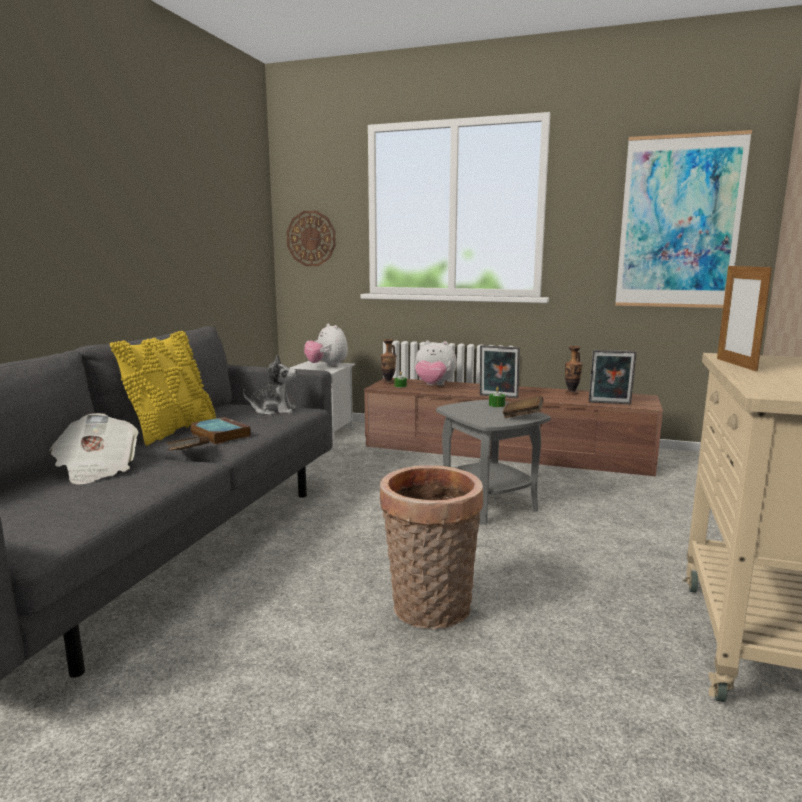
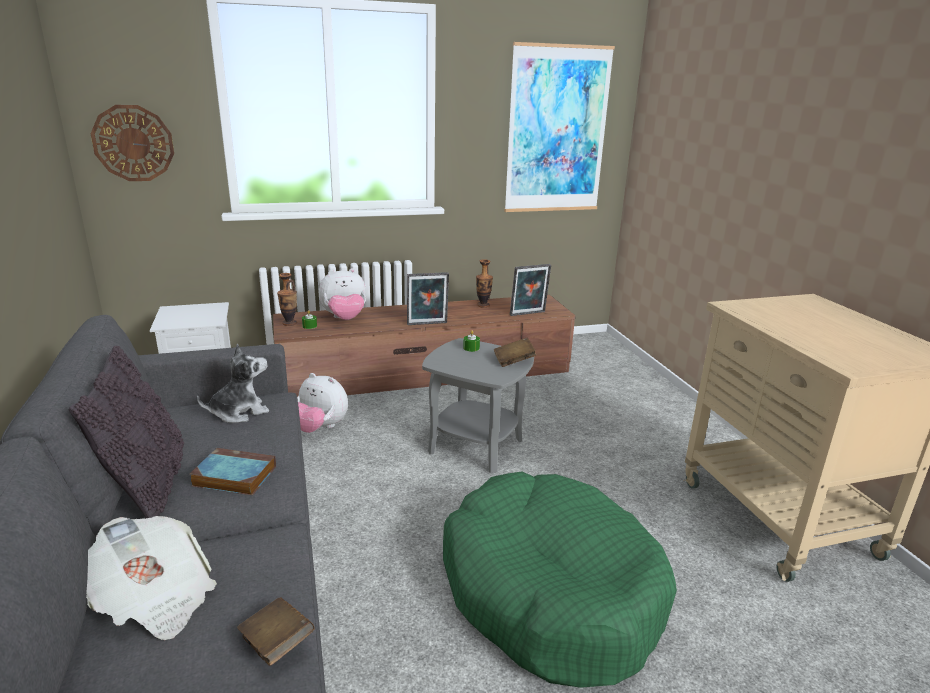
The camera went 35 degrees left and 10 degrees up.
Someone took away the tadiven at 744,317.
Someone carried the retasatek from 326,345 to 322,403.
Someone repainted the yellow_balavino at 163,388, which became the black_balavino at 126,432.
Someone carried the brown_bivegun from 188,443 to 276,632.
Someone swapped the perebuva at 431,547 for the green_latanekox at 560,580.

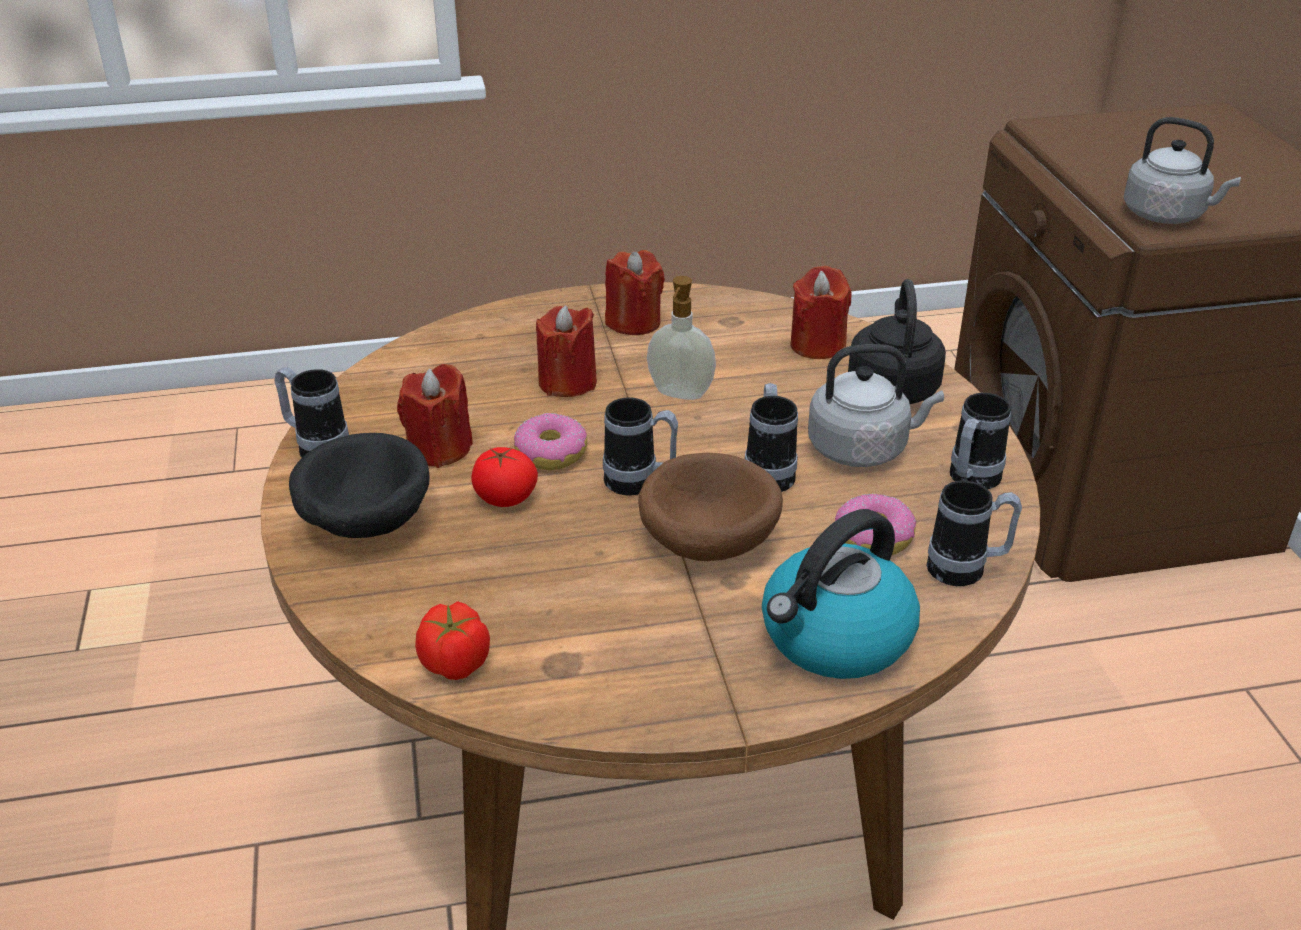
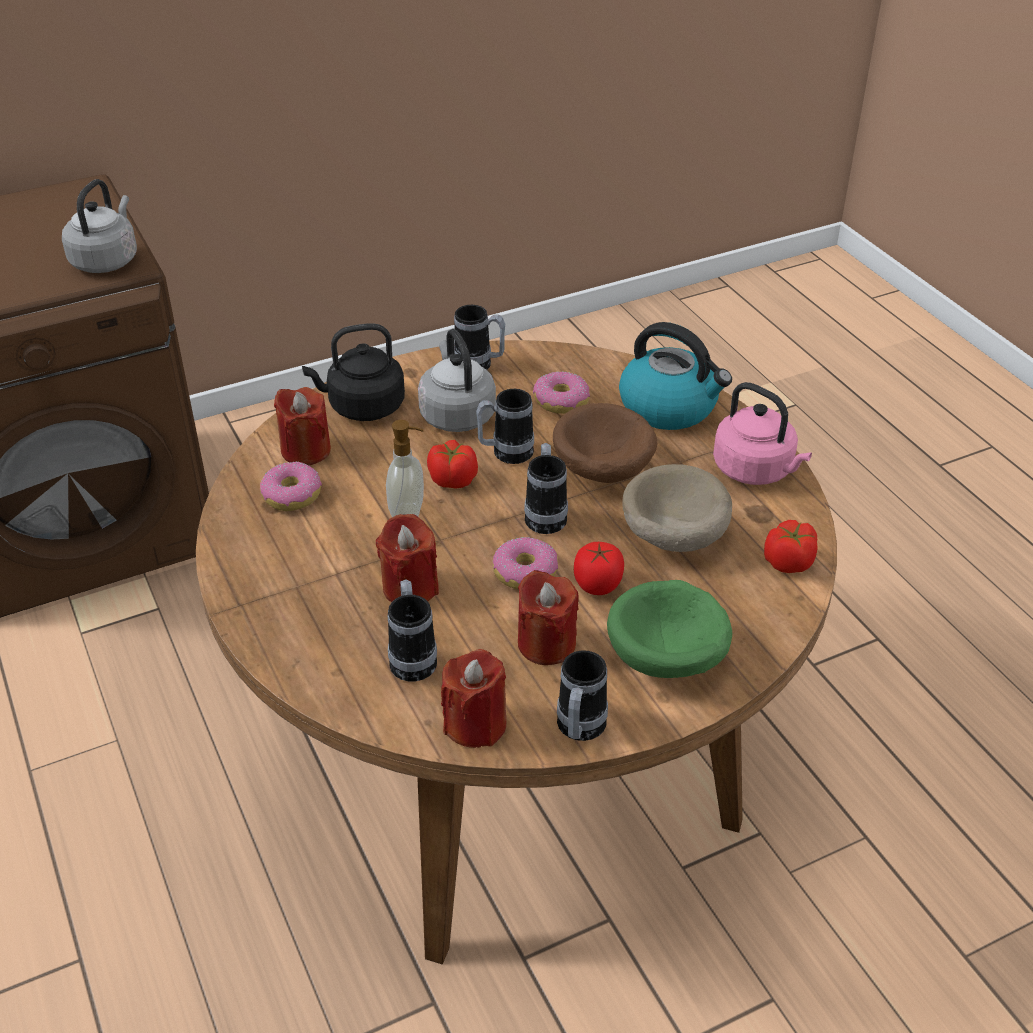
The camera went 105 degrees left and 5 degrees up.
Someone carried the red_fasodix from 635,292 to 473,698.
Someone repainted the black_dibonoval at 359,485, which became the green_dibonoval at 669,629.
Someone carried the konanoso from 974,533 to 412,630.
Someone put down the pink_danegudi at 762,433.
Someone put down the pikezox at 452,464.
Someone put down the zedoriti at 291,486.
Someone put down the beige_dibonoval at 677,508.

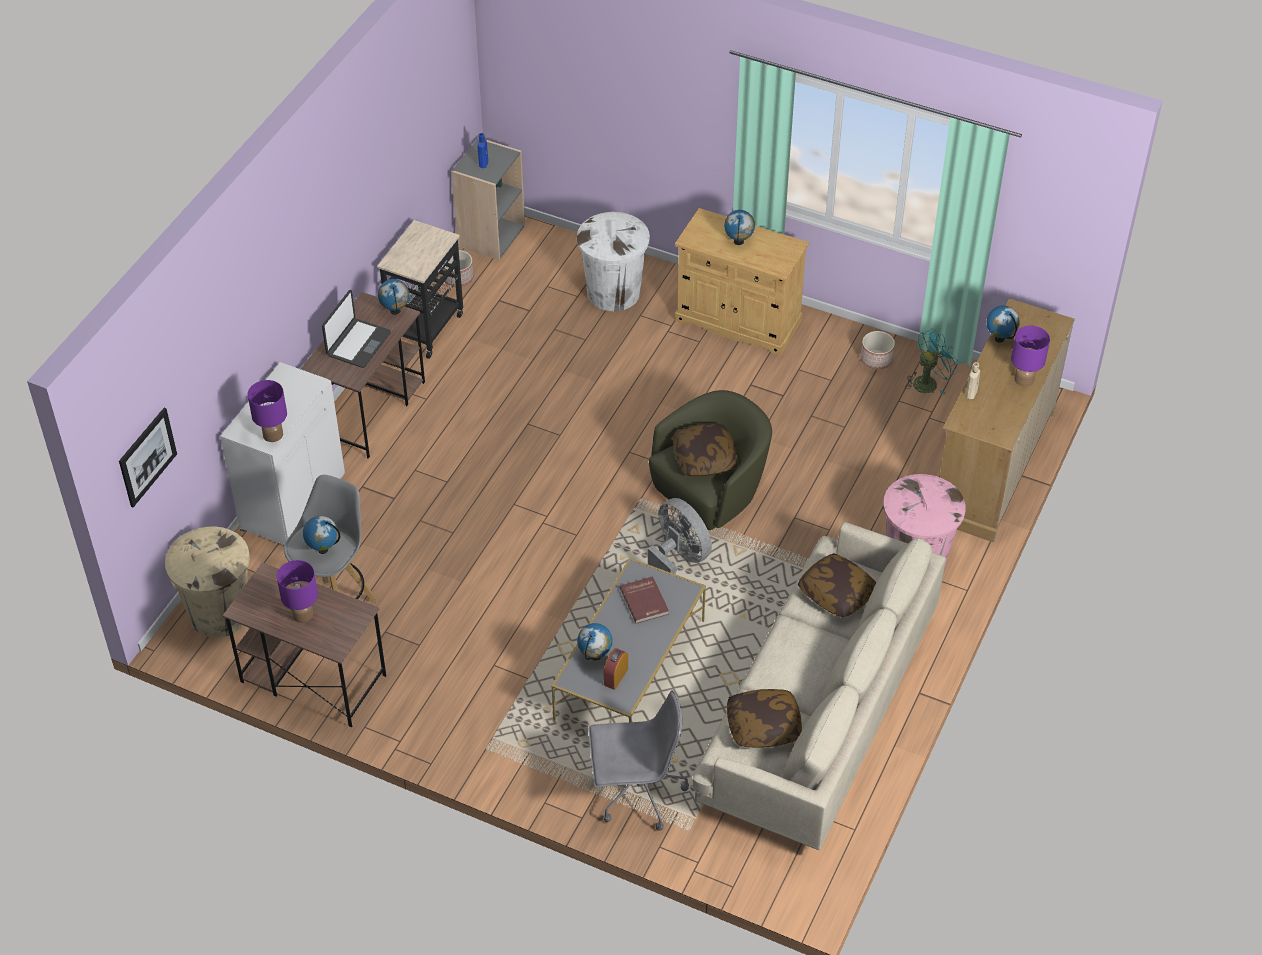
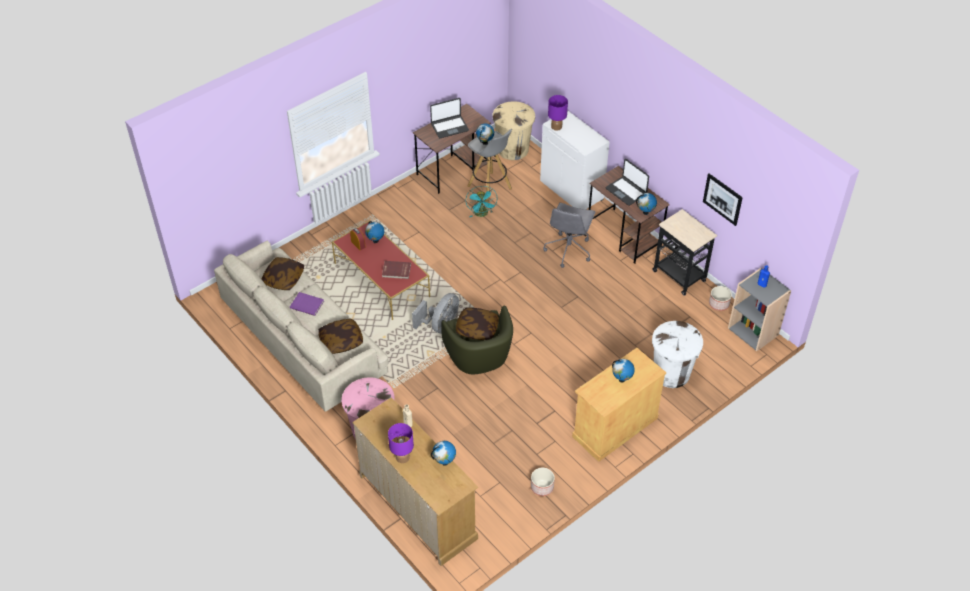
The camera went 115 degrees right and 0 degrees up.
Someone carried the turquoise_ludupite from 931,361 to 481,201.
Someone carried the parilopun from 148,457 to 723,199.
Someone rotated the grey_ludupite at 680,536 by 45 degrees counterclockwise.
Someone repainted the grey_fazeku at 628,640, which became the red_fazeku at 381,270.
Someone swapped the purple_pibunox at 297,591 for the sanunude at 449,118.
Someone carried the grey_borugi from 638,760 to 569,235.
Someone put down the purple_bivegun at 307,304.

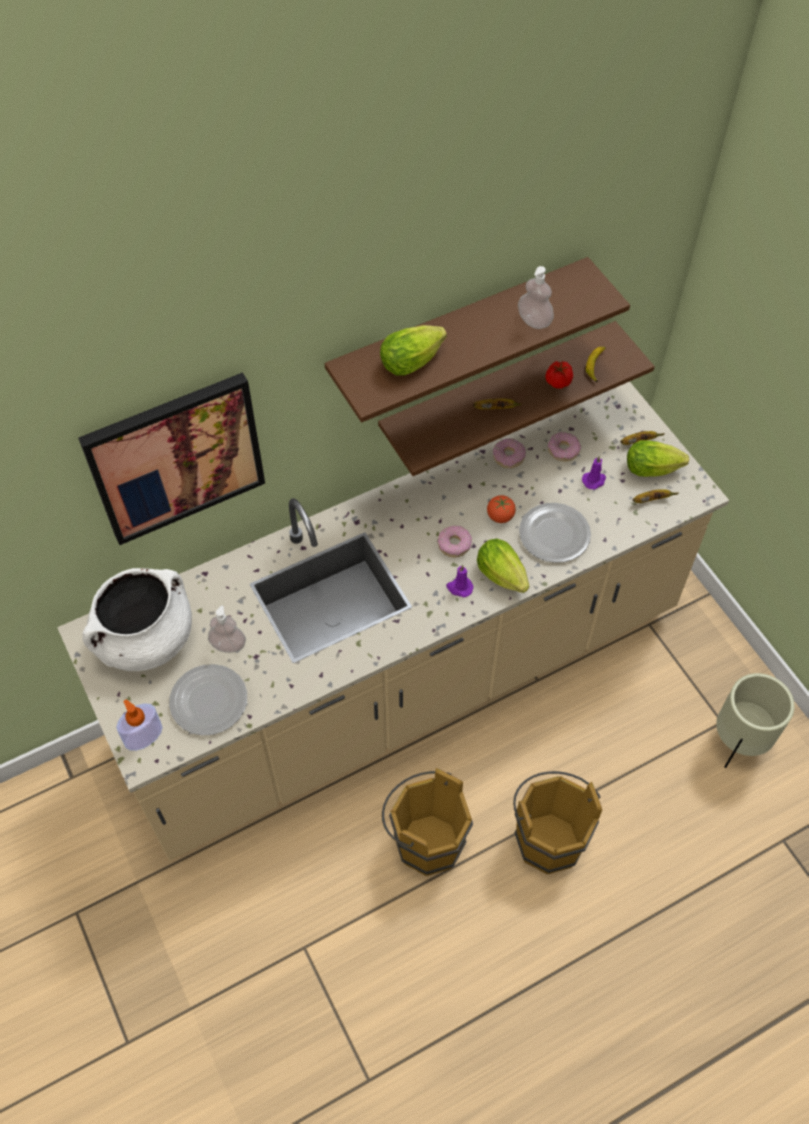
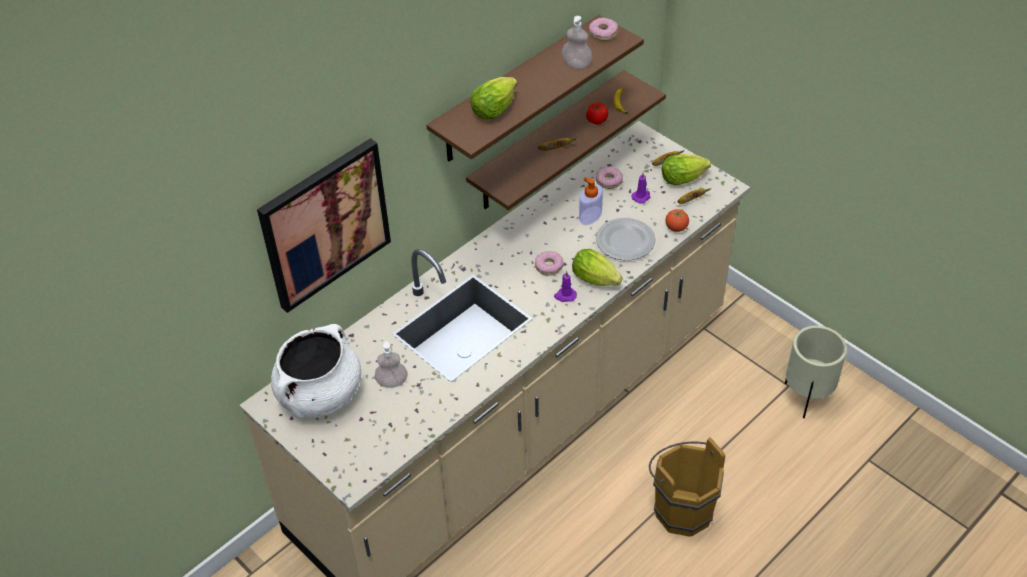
The camera went 15 degrees left and 10 degrees down.
Someone carried the zedoriti from 509,453 to 603,29.
Someone carried the pikezox from 501,509 to 677,220.
Someone took away the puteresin at 208,699.
Someone carried the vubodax from 139,725 to 591,201.
Someone took away the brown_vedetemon at 427,822.

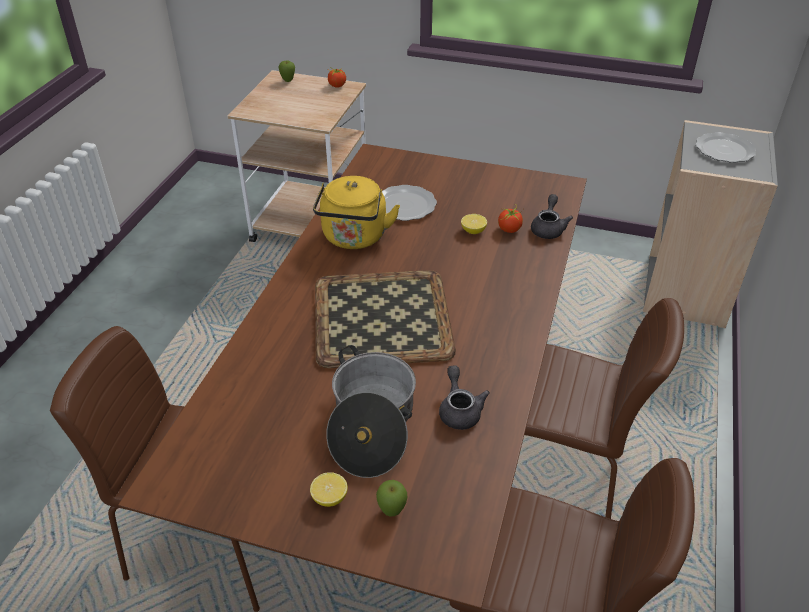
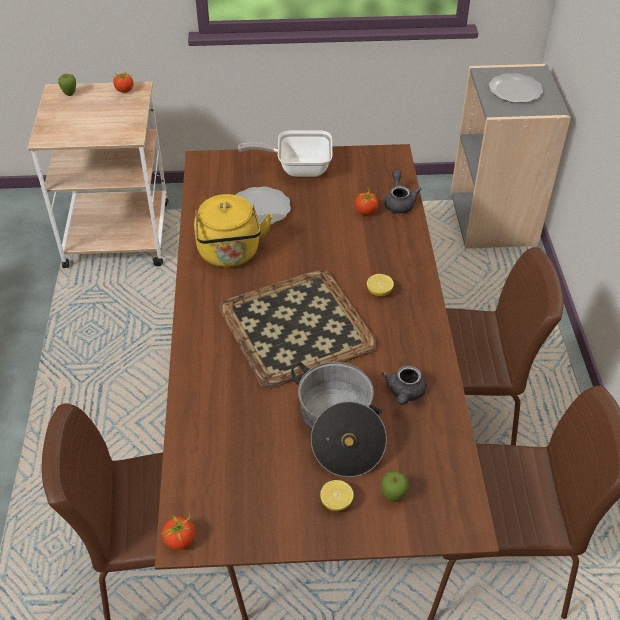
The camera went 20 degrees left and 5 degrees up.
Someone carried the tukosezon from 474,224 to 380,285.
Someone rotated the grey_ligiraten at 464,397 by 135 degrees counterclockwise.
Someone put down the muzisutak at 285,153.
Someone put down the pikezox at 177,531.

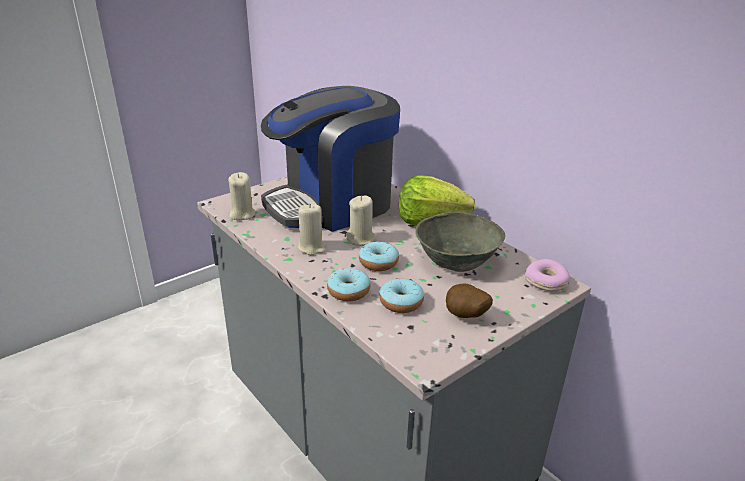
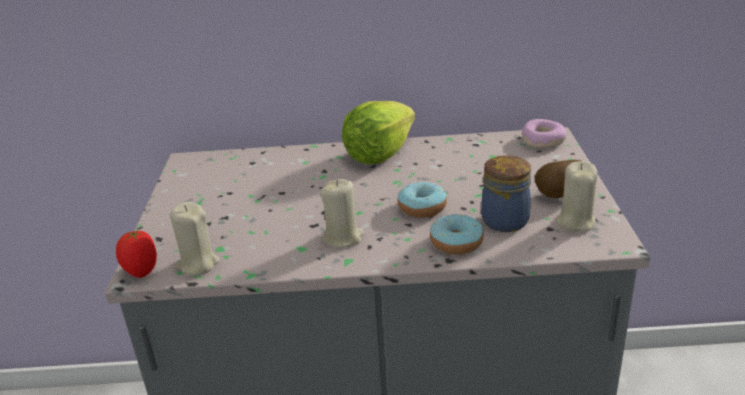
The camera went 50 degrees left and 0 degrees up.
Someone took away the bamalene at 330,158.
Someone carried the beige_fasodix from 361,220 to 577,196.
Someone took away the grey_dibonoval at 460,242.
Someone swapped the zedoriti at 401,295 for the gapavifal at 506,193.
Someone put down the pikezox at 136,253.

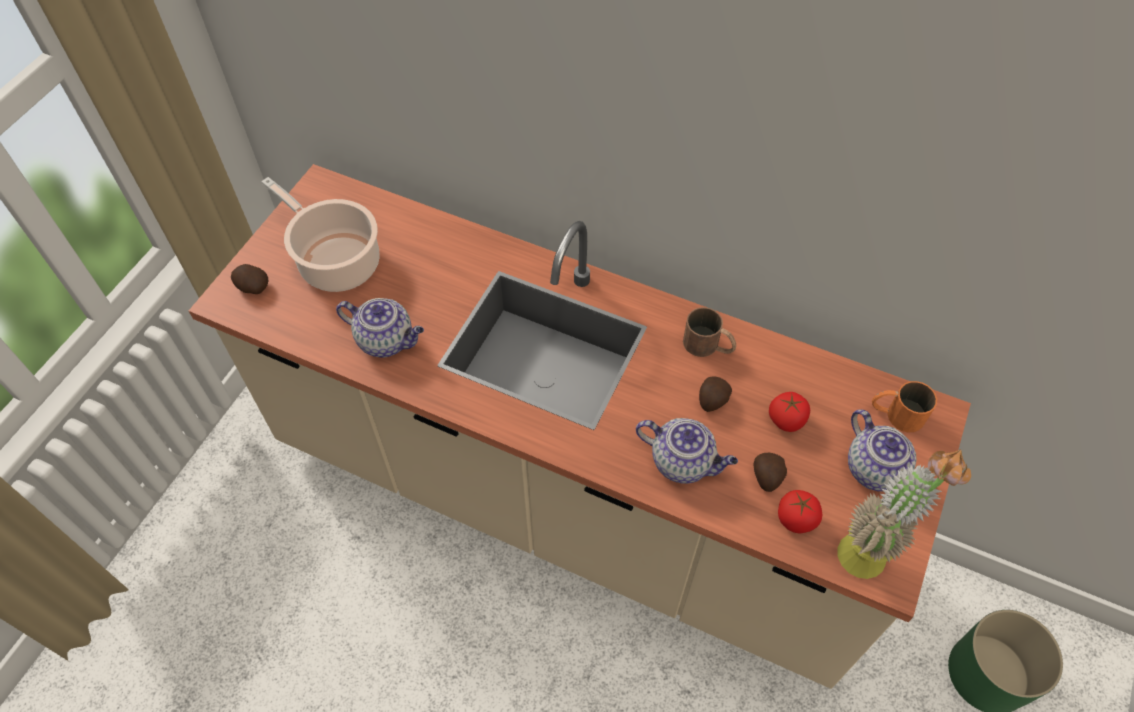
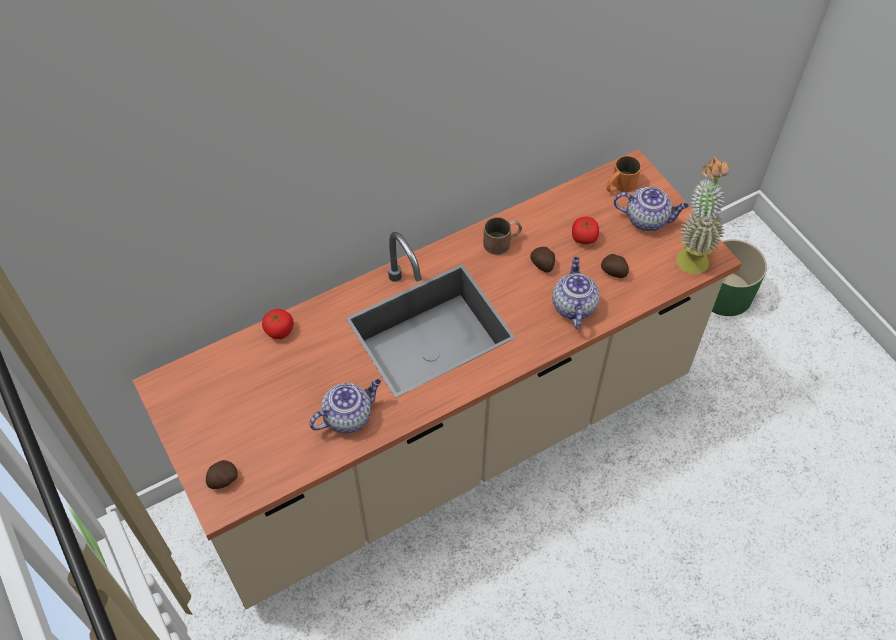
The camera went 55 degrees left and 0 degrees up.
Someone took away the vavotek at 320,234.
Someone rotated the ligiraten at 687,451 by 60 degrees counterclockwise.
Someone carried the pikezox from 800,511 to 278,324.

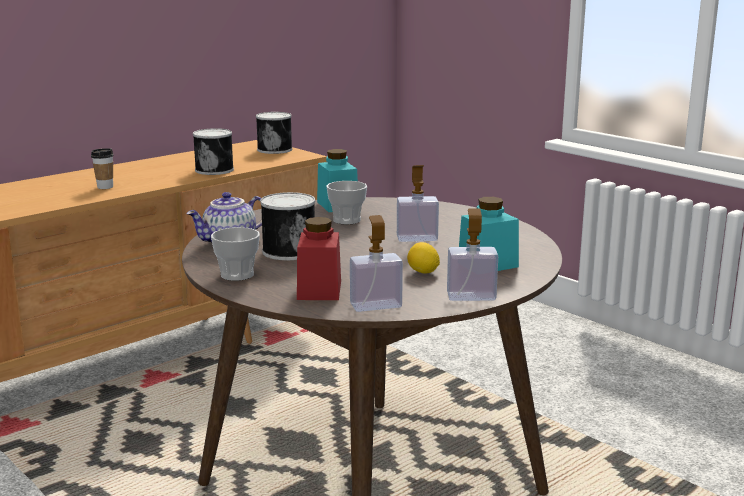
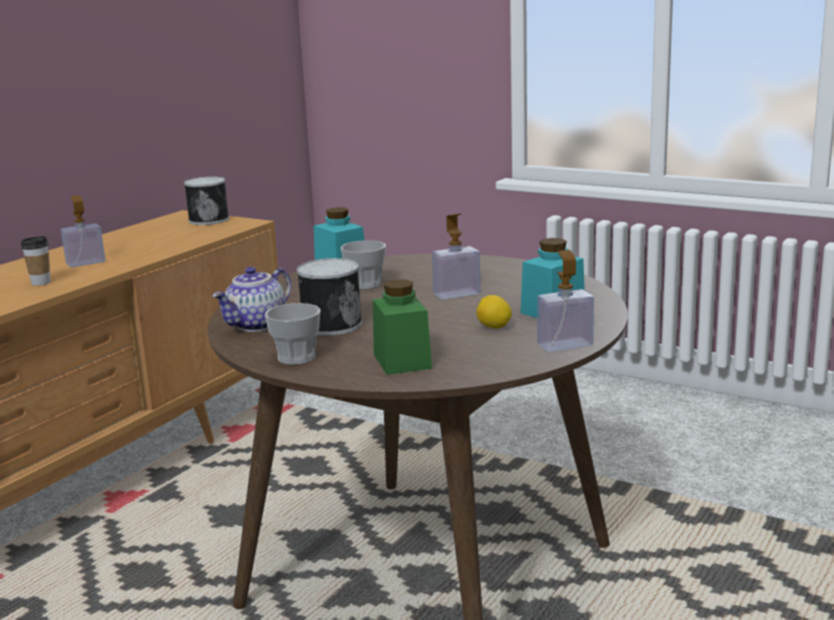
The camera went 15 degrees left and 0 degrees up.
Someone took away the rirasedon at 213,151.
Someone carried the vubodax from 376,263 to 83,231.
Someone repainted the red_gapavifal at 319,258, which became the green_gapavifal at 402,327.

